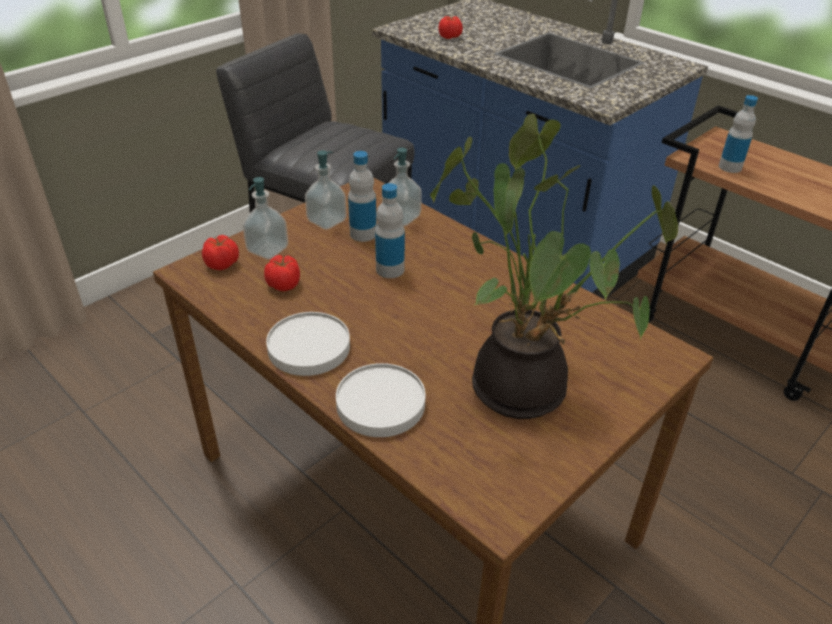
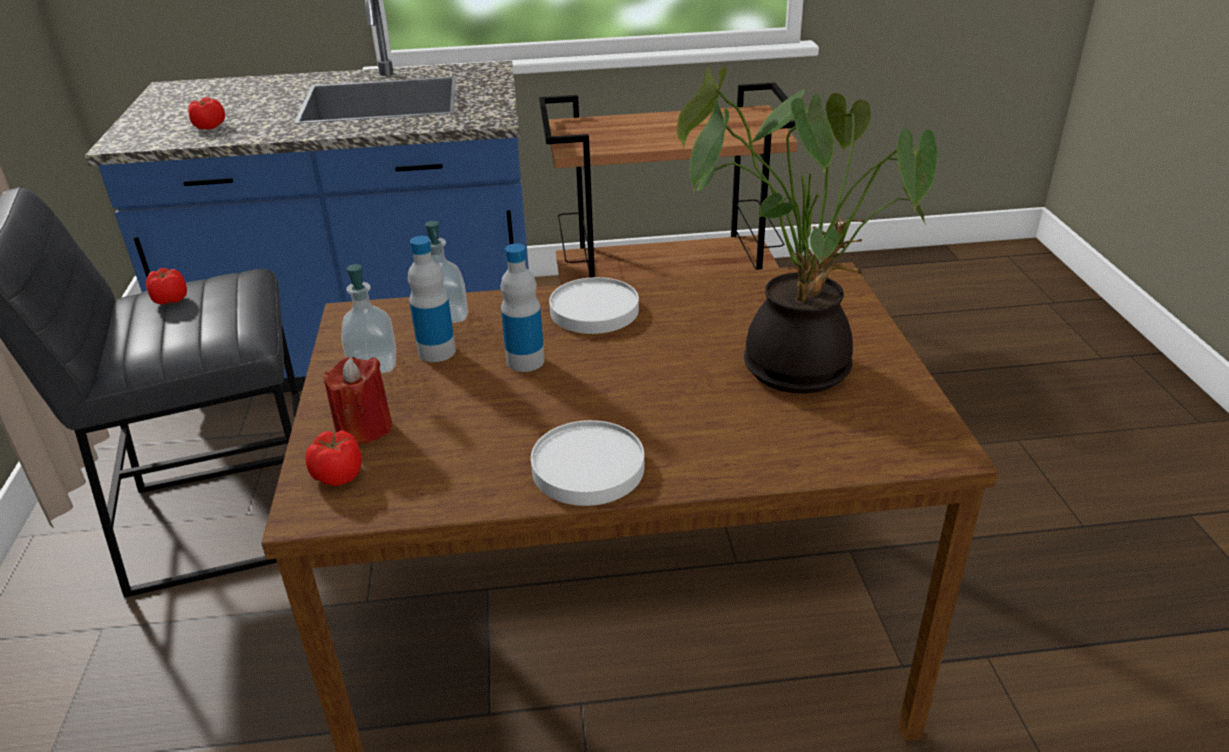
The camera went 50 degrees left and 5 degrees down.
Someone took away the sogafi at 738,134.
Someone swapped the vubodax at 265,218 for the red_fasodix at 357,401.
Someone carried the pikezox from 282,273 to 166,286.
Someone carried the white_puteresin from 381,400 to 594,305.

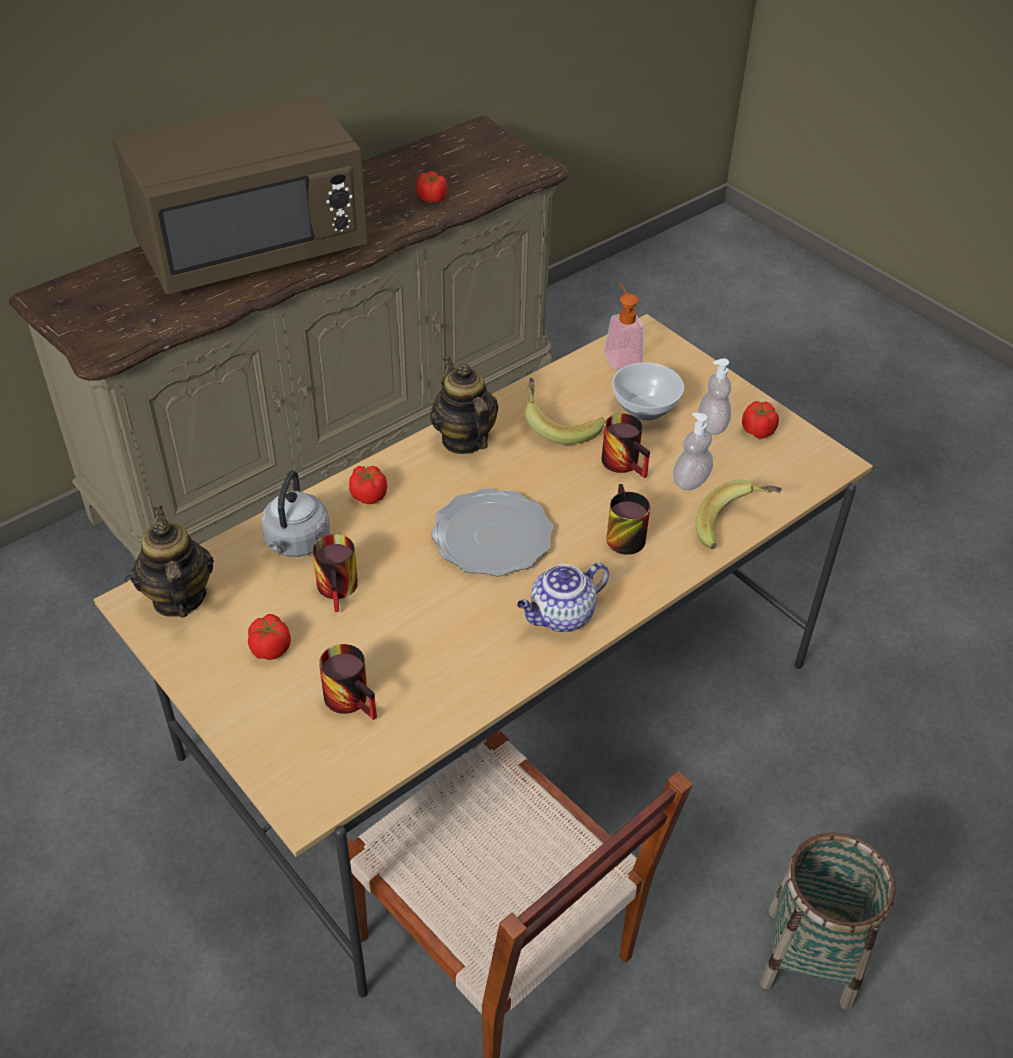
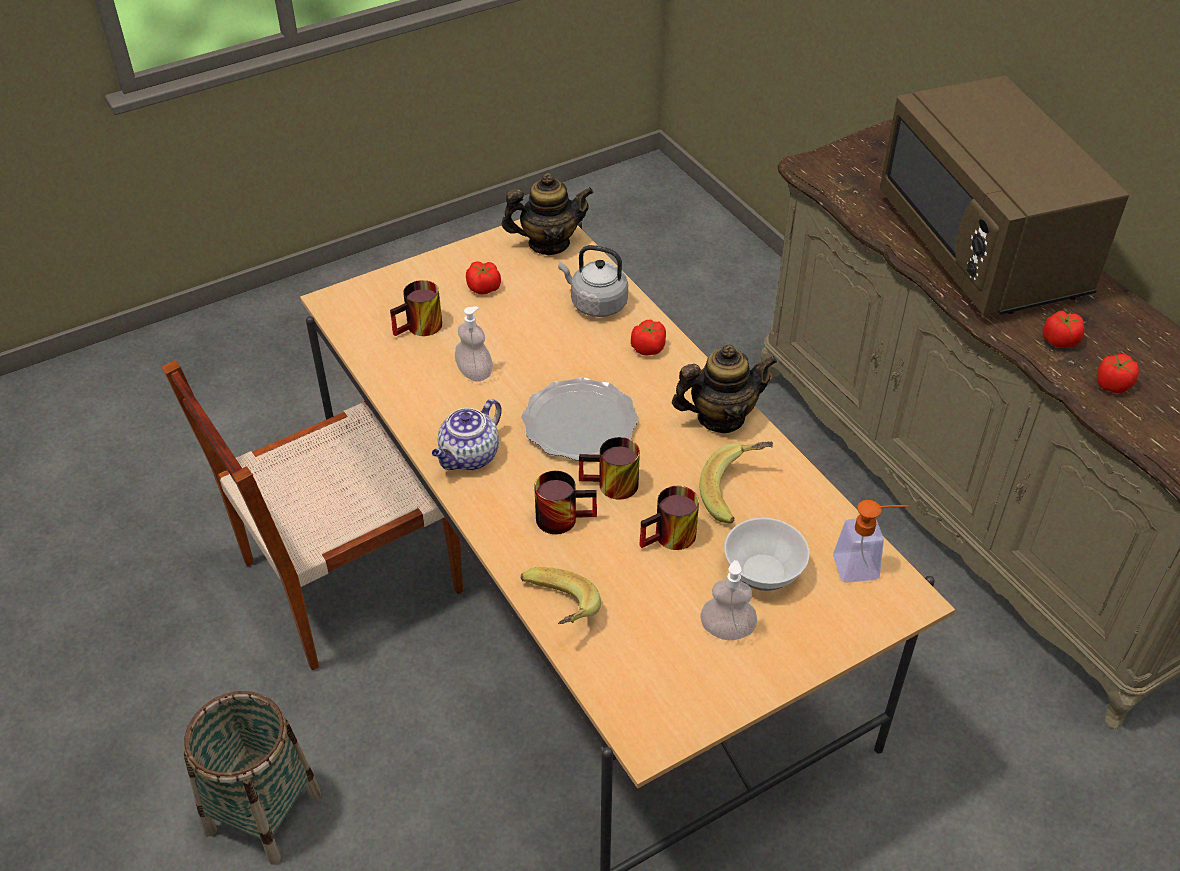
The camera went 100 degrees right and 0 degrees up.
Someone carried the pikezox from 760,420 to 1063,329.
Someone carried the vubodax from 693,451 to 474,344.
Someone carried the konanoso from 335,573 to 609,468.
Someone rotated the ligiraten at 563,597 by 120 degrees counterclockwise.

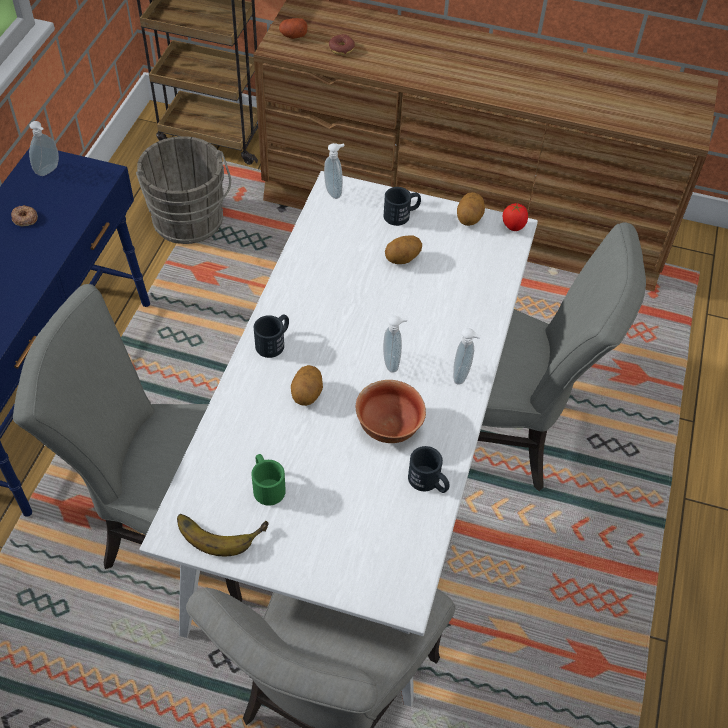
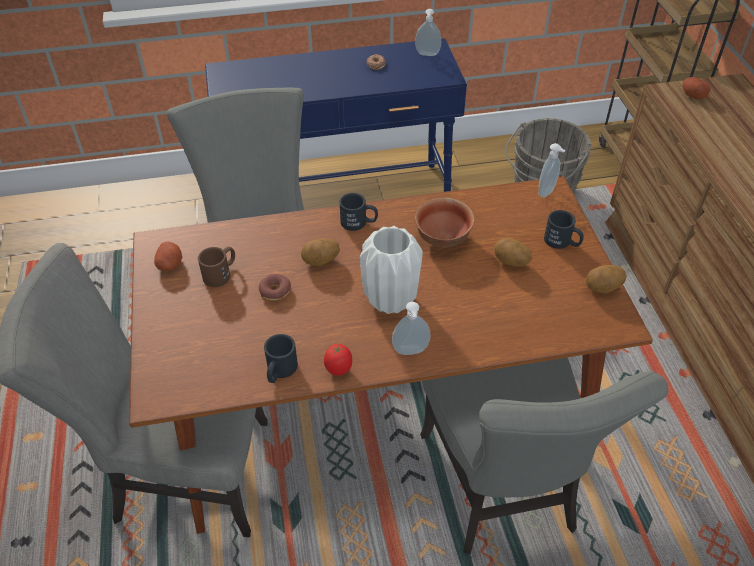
The camera went 65 degrees right and 5 degrees down.
Someone carried the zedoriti from 342,44 to 275,287.
Someone repainted the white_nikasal at 338,438, which became the brown_nikasal at 391,355.
Someone carried the pikezox from 515,217 to 338,360.
Someone swapped the vubodax at 395,344 for the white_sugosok at 391,270.
Someone carried the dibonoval from 391,411 to 445,222.
Someone repainted the green_konanoso at 268,480, which became the brown_konanoso at 216,267.
Someone swapped the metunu at 223,535 for the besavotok at 168,256.

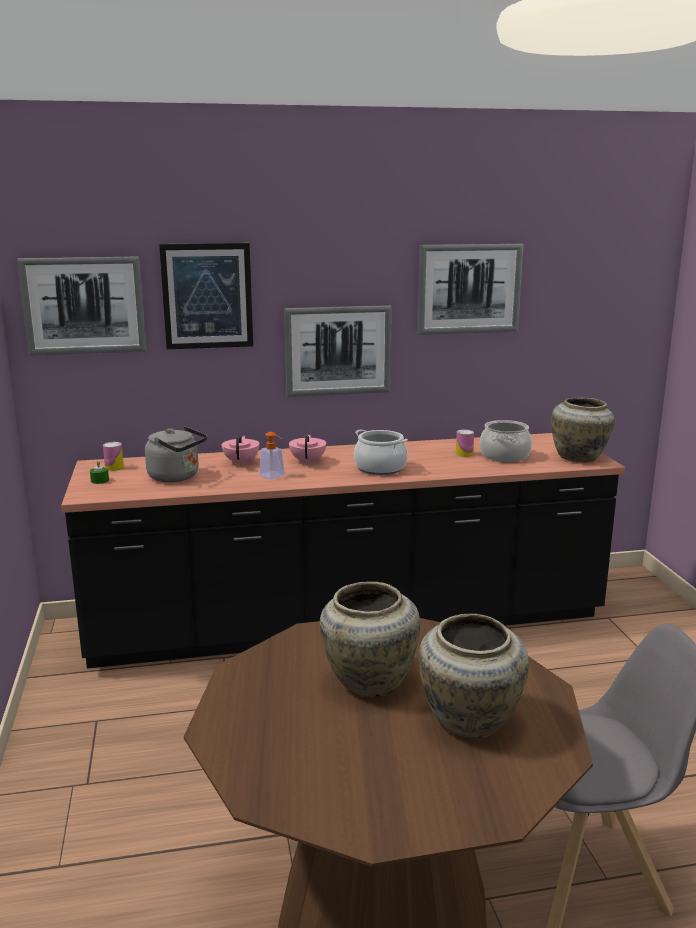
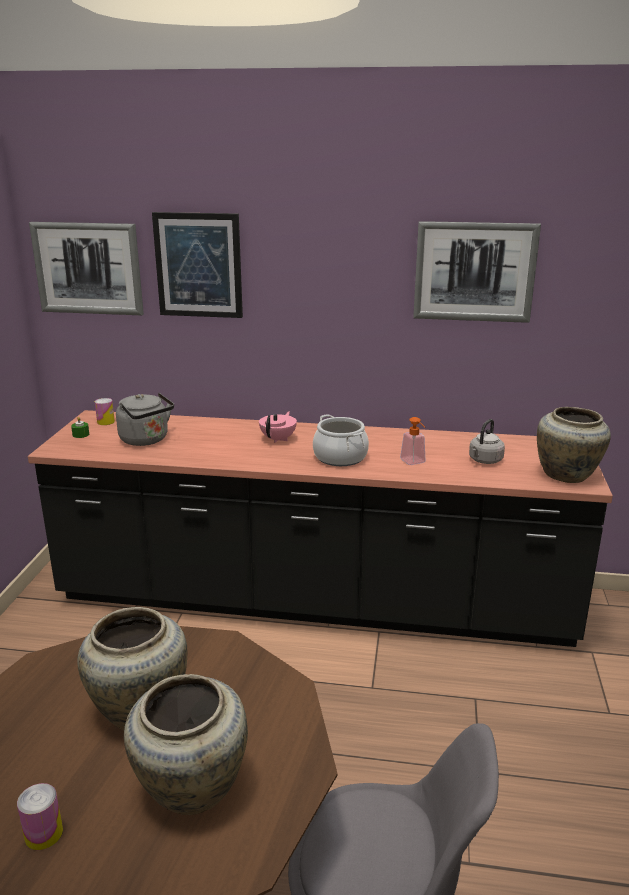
The camera went 20 degrees right and 5 degrees up.
Someone took away the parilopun at 338,351.
Someone swapped the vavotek at 506,441 for the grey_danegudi at 487,441.
Someone carried the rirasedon from 465,443 to 40,816.
Someone carried the vubodax from 272,455 to 412,441.
Someone took away the pink_ligiraten at 241,451.

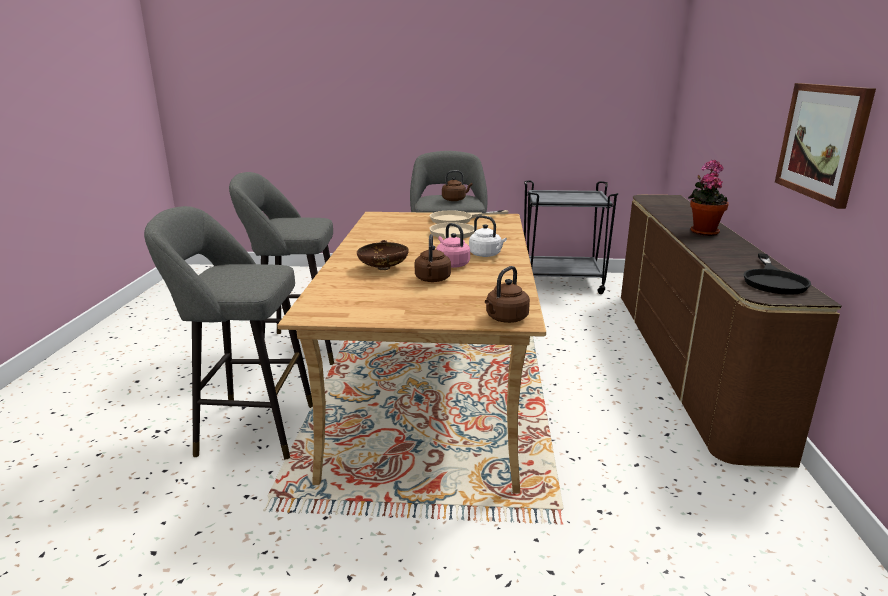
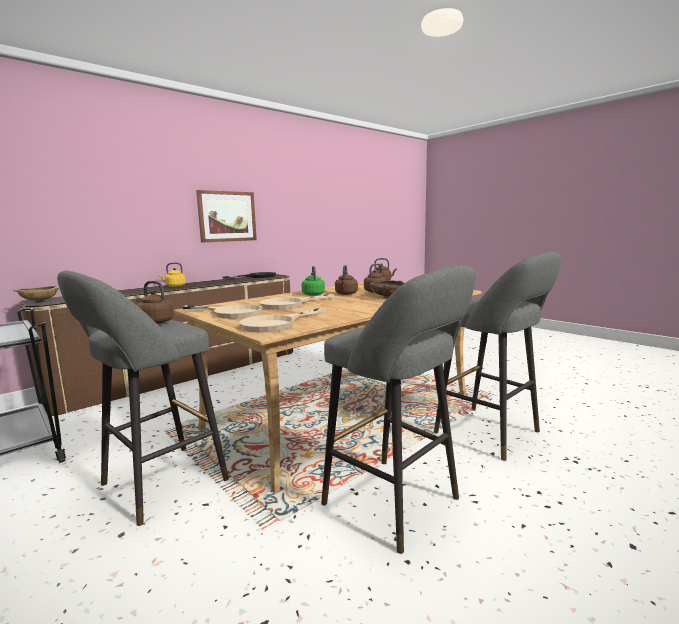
The camera went 135 degrees left and 10 degrees down.
Someone swapped the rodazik at 708,198 for the yellow_danegudi at 172,274.
Someone repainted the white_danegudi at 488,236, which became the green_danegudi at 313,281.
Someone repainted the pink_danegudi at 453,245, which became the brown_danegudi at 346,280.
Someone put down the beige_dibonoval at 36,294.
Someone put down the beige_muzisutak at 282,320.

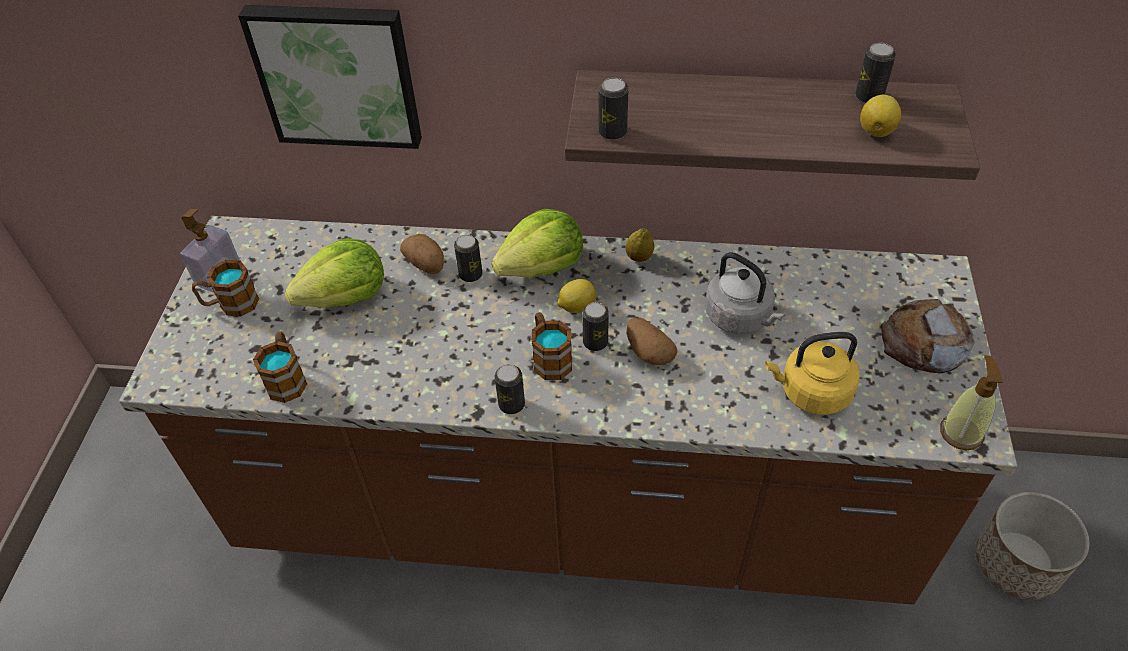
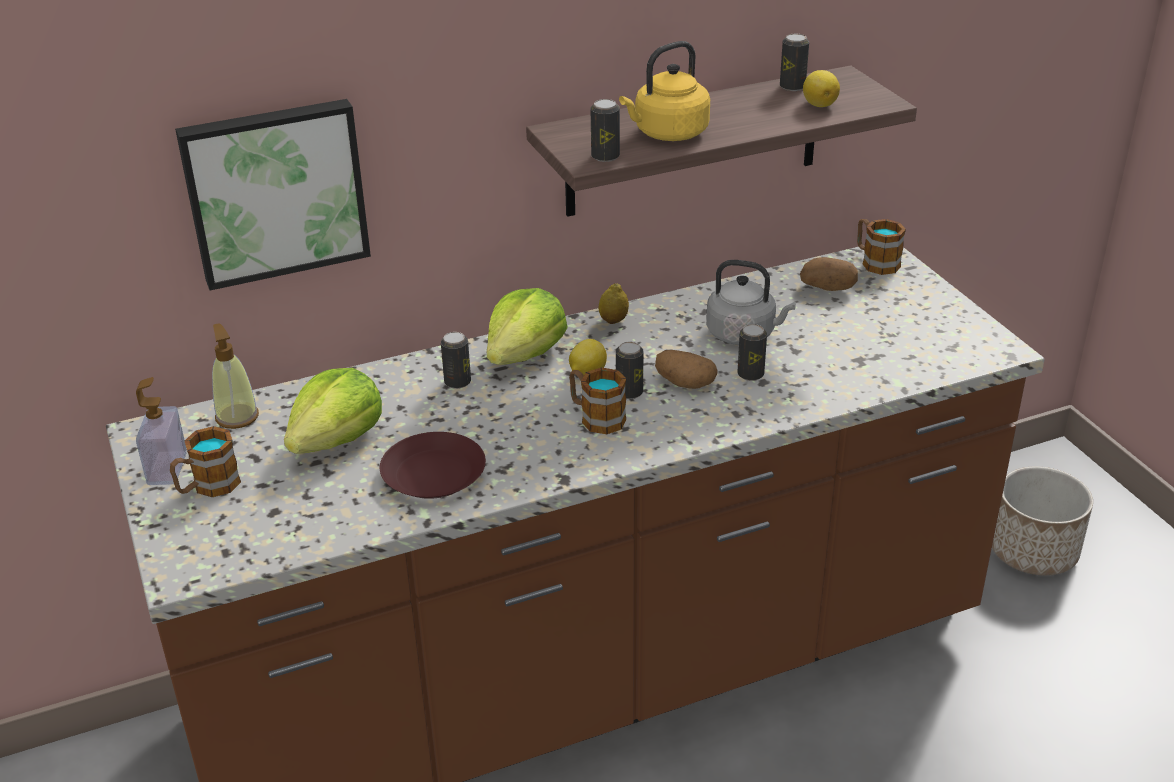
The camera went 30 degrees left and 15 degrees down.
Someone carried the besavotok from 422,254 to 829,274.
Someone took away the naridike at 928,336.
Someone carried the konanoso from 280,367 to 881,247.
Someone carried the yellow_danegudi from 812,373 to 664,91.
Someone carried the vubodax from 971,402 to 235,376.
Someone carried the rirasedon from 510,389 to 752,352.
Someone put down the brown_puteresin at 433,465.

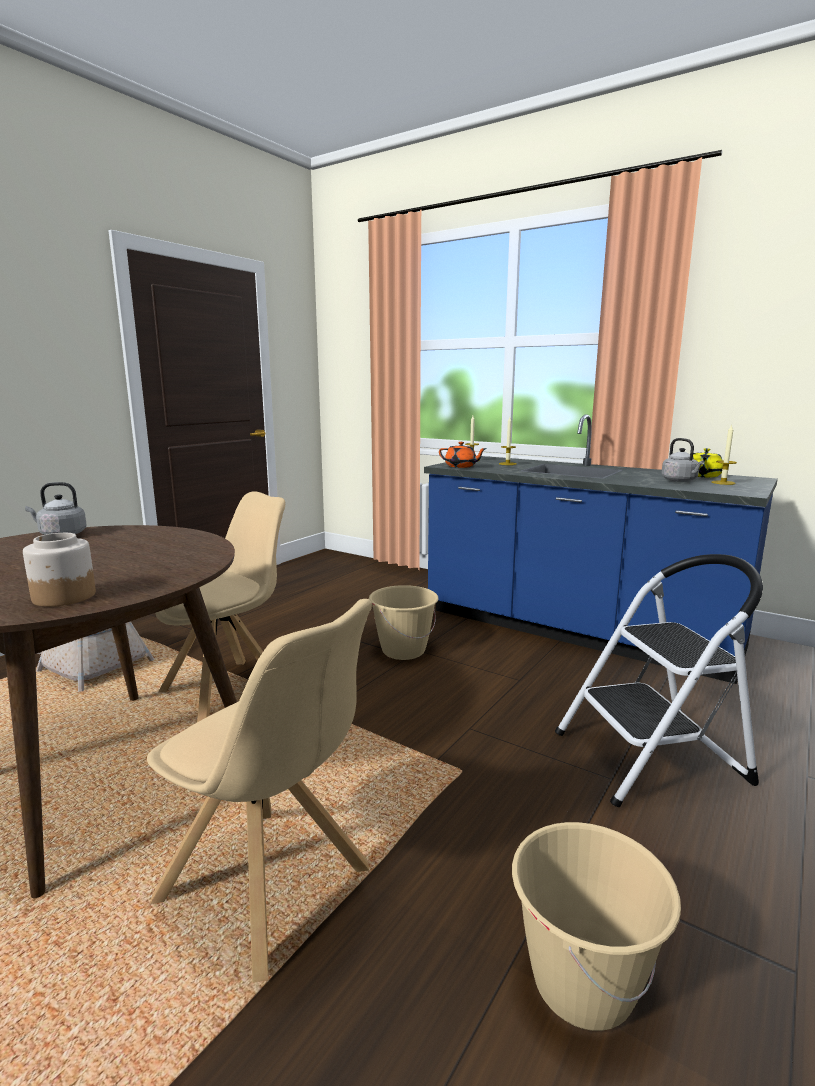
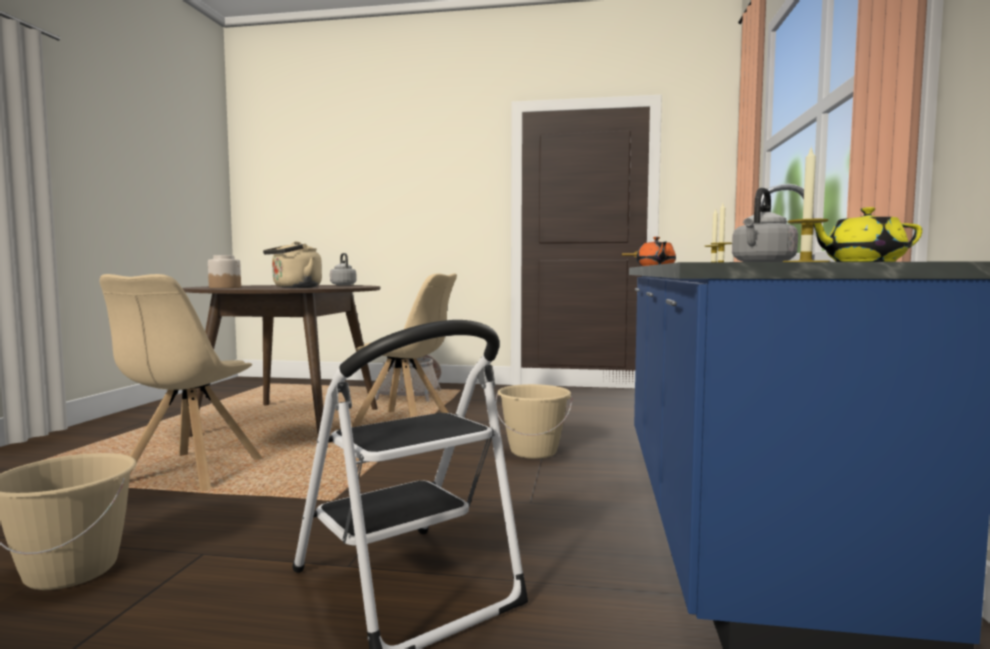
The camera went 65 degrees right and 10 degrees down.
Someone put down the beige_danegudi at 292,264.

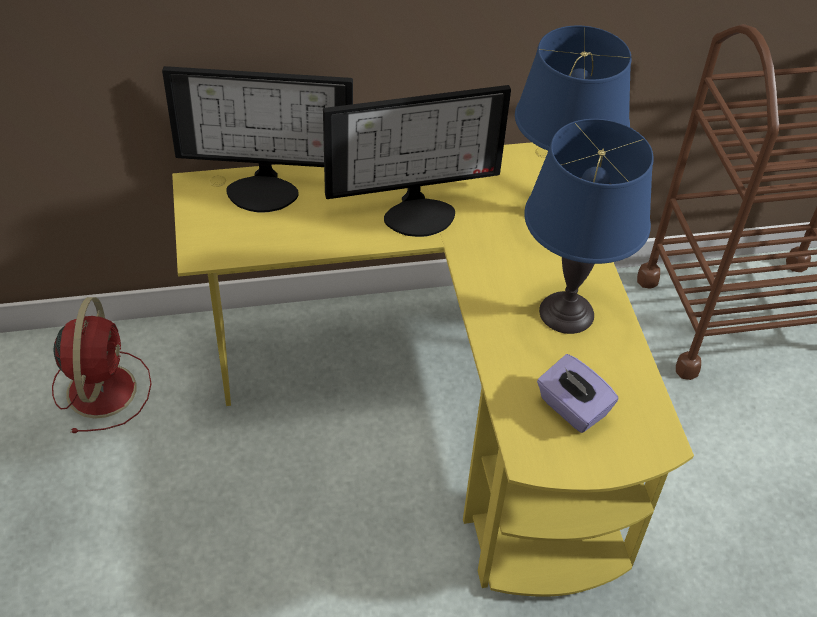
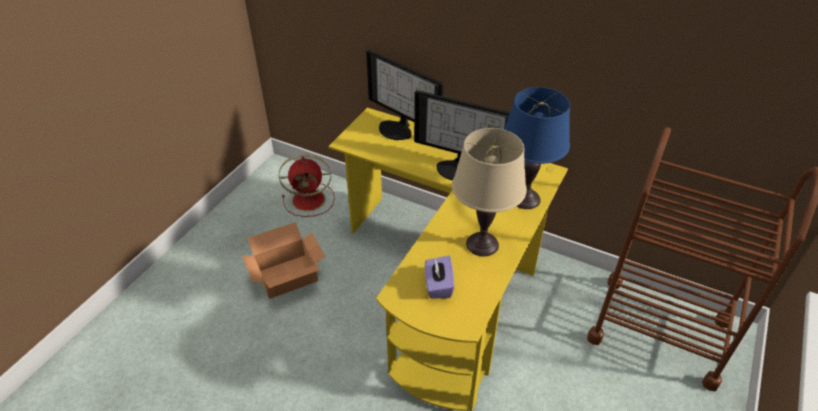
The camera went 40 degrees right and 5 degrees down.
Someone repainted the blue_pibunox at 589,226, which became the beige_pibunox at 489,192.
Someone rotated the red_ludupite at 101,365 by 45 degrees clockwise.
Someone put down the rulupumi at 283,260.

